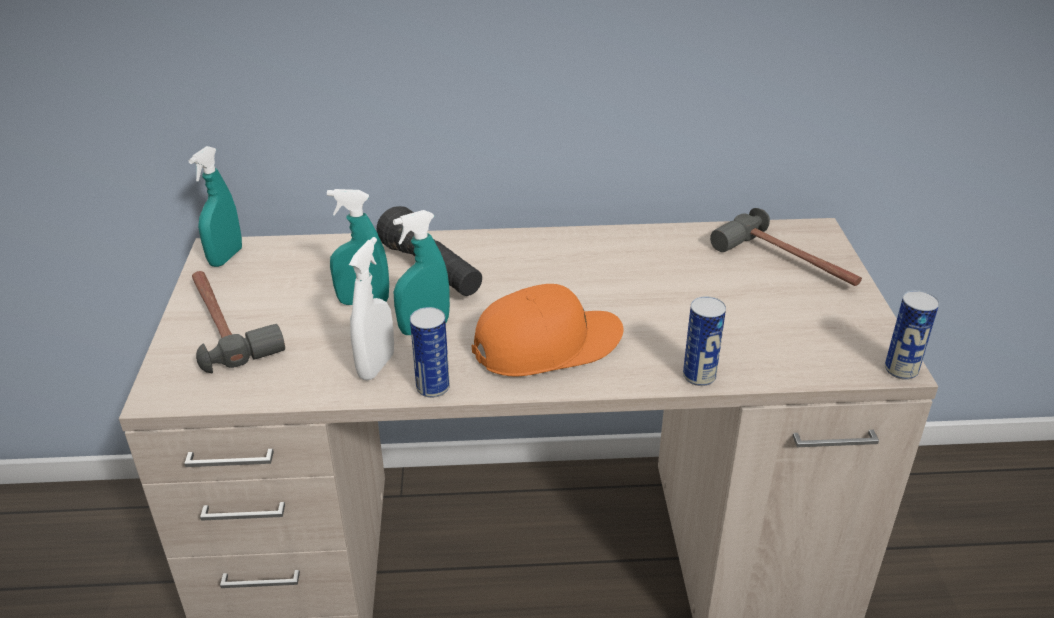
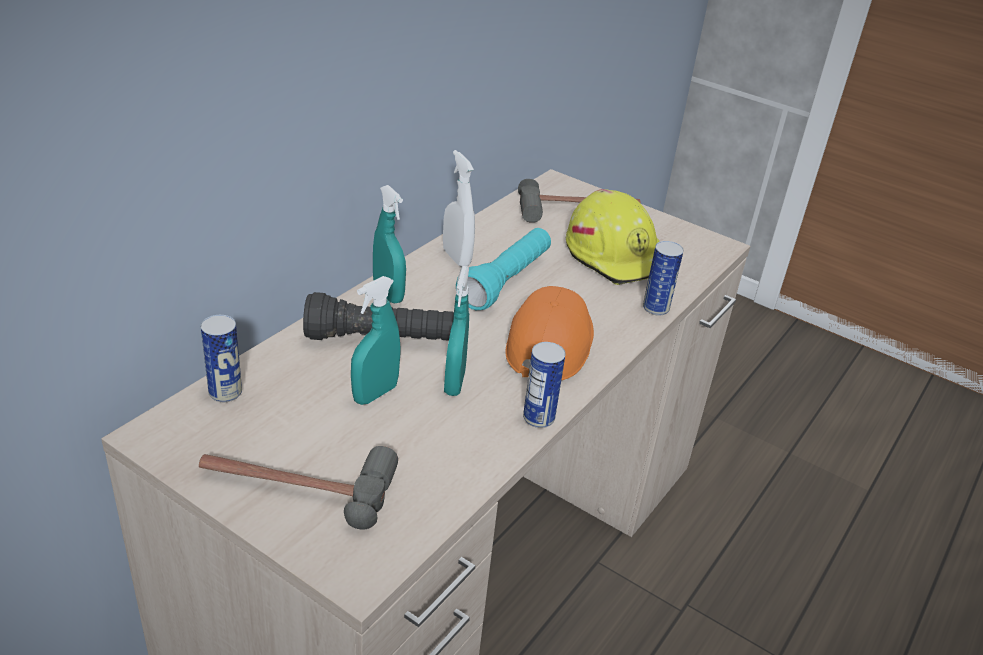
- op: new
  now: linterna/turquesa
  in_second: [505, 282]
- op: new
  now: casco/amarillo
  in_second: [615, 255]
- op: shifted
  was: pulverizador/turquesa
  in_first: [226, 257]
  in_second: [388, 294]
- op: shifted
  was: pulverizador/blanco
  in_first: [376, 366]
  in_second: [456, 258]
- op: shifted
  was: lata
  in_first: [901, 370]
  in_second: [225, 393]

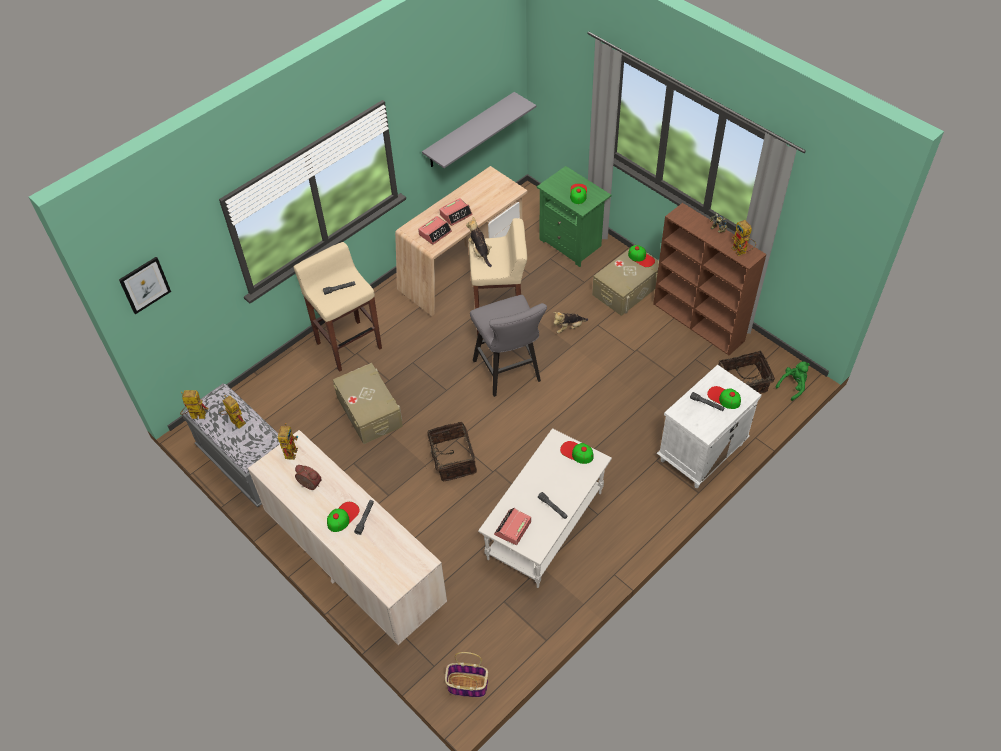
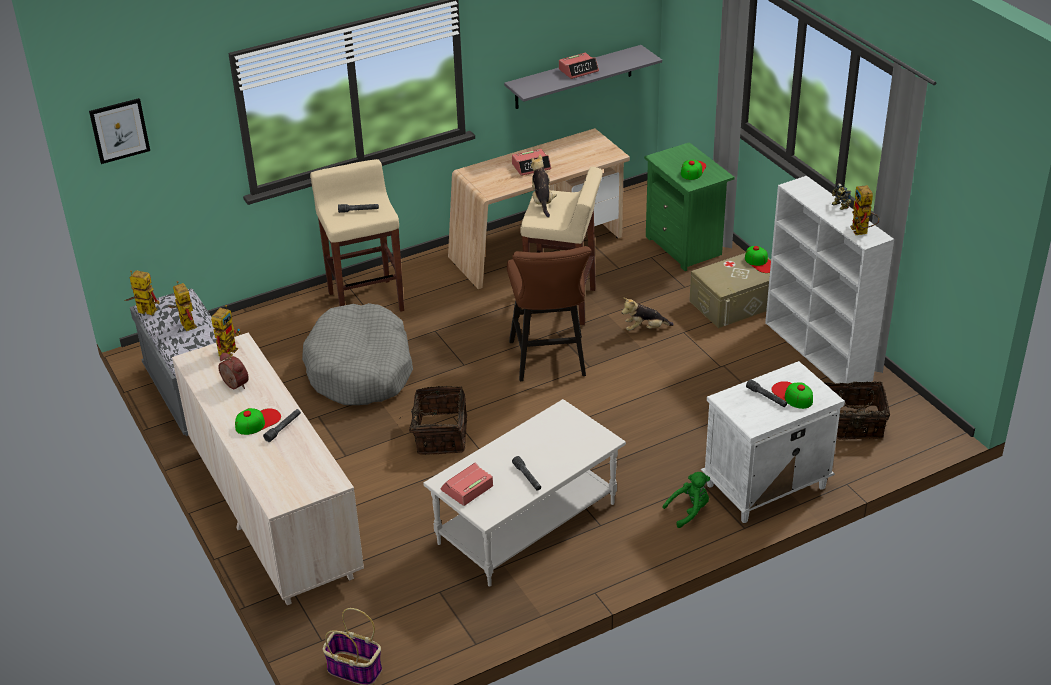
- op: gone
  was: gorra
  in_first: [576, 452]
- op: shifted
  was: despertador
  in_first: [435, 233]
  in_second: [578, 70]
- op: shifted
  was: peluche/verde
  in_first: [793, 386]
  in_second: [689, 511]
- op: swapped
  was: caja de almacenaje/beis
  now: cama para perro/gris
  in_first: [369, 411]
  in_second: [360, 369]
- op: repainted
  was: taburete/gris
  now: taburete/marrón
  in_first: [509, 374]
  in_second: [549, 362]
- op: repainted
  was: estantería/marrón
  now: estantería/blanco
  in_first: [699, 322]
  in_second: [818, 351]

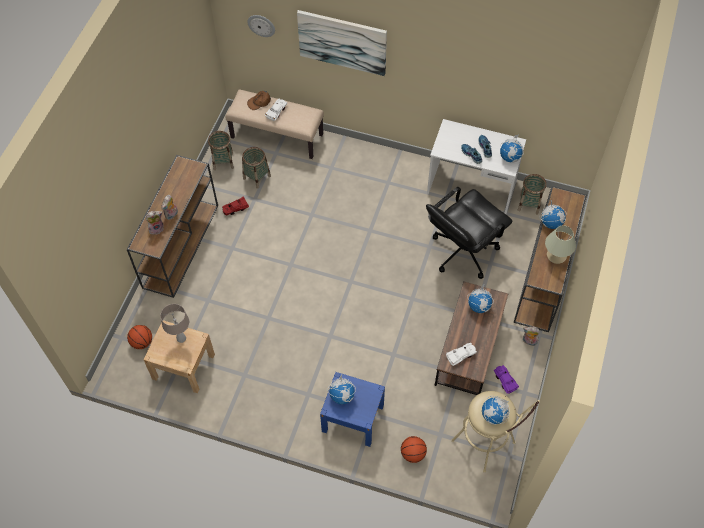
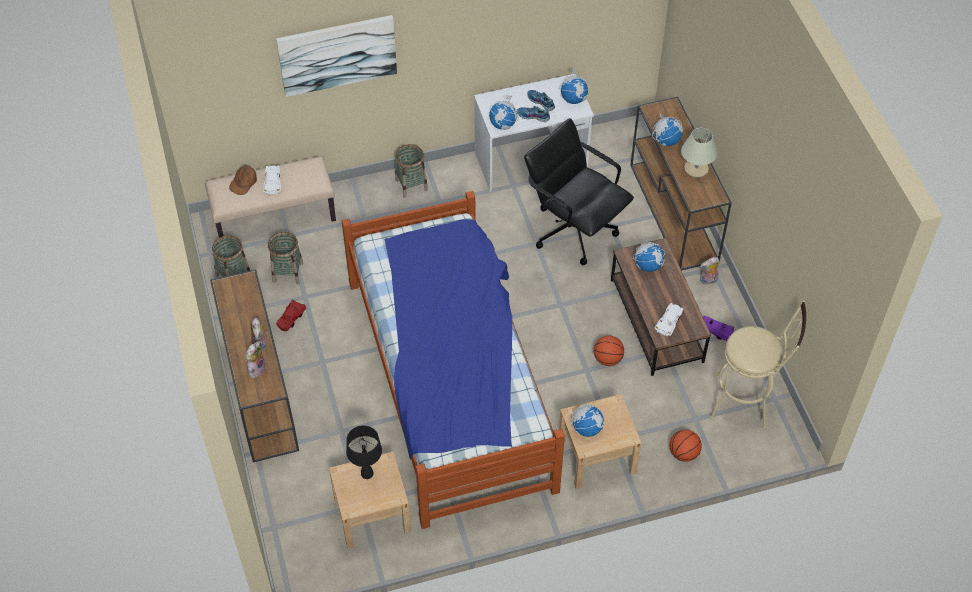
- op: gone
  was: reloj de pared
  in_first: [261, 25]
- op: new
  now: cama
  in_second: [451, 382]
- op: shifted
  was: balón de baloncesto
  in_first: [142, 342]
  in_second: [607, 359]
- op: shifted
  was: globo terráqueo
  in_first: [494, 415]
  in_second: [503, 124]
- op: shifted
  was: cesta
  in_first: [529, 204]
  in_second: [411, 185]
- op: repainted
  was: lámpara de mesa/beis
  now: lámpara de mesa/negro
  in_first: [181, 338]
  in_second: [367, 474]
- op: repainted
  was: mesita de noche/azul
  now: mesita de noche/beis
  in_first: [353, 418]
  in_second: [596, 456]
- op: rotated
  was: silla de oficina/negro
  in_first: [462, 251]
  in_second: [574, 230]
  clockwise: 120

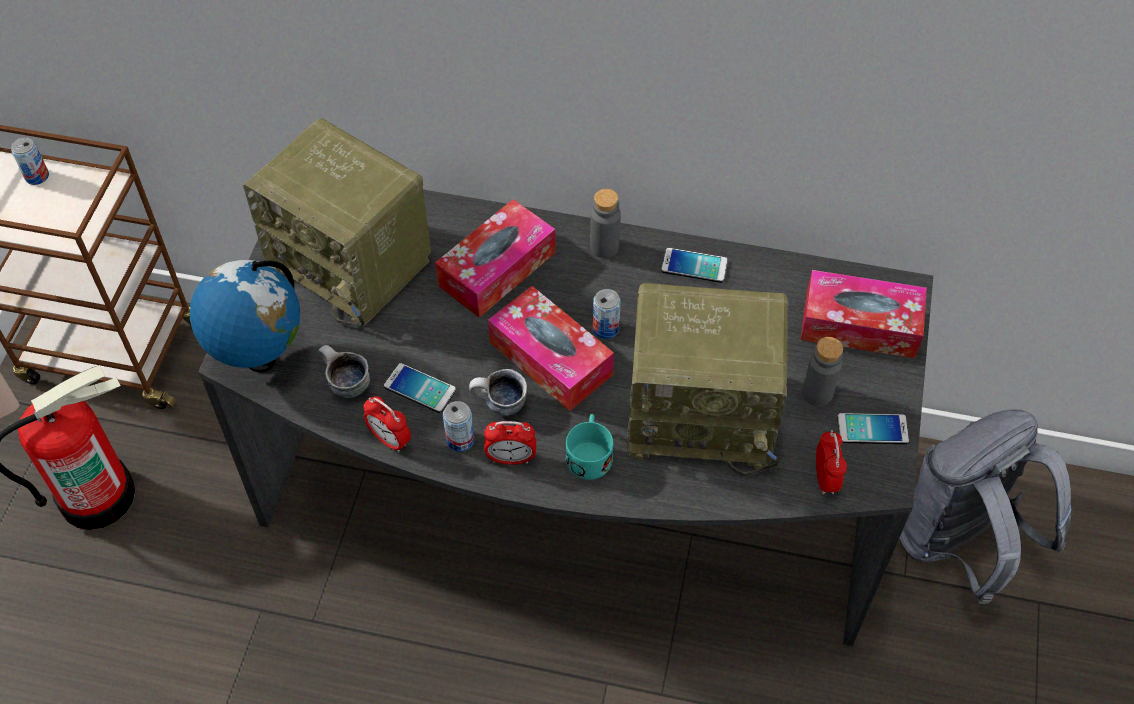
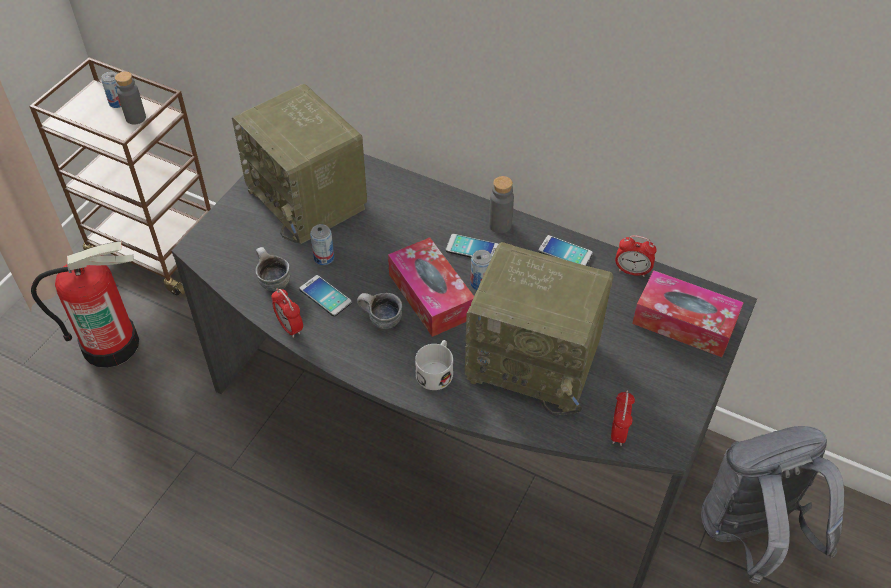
- op: gone
  was: globo terráqueo
  in_first: [259, 358]
- op: gone
  was: caja de pañuelos
  in_first: [497, 269]
- op: shifted
  was: lata
  in_first: [460, 440]
  in_second: [324, 258]
- op: shifted
  was: despertador
  in_first: [511, 458]
  in_second: [632, 271]
- op: shifted
  was: botella/gris
  in_first: [817, 393]
  in_second: [136, 118]
- op: shifted
  was: móvil
  in_first: [872, 429]
  in_second: [472, 248]
- op: repainted
  was: taza grande/turquesa
  now: taza grande/blanco
  in_first: [589, 453]
  in_second: [436, 371]

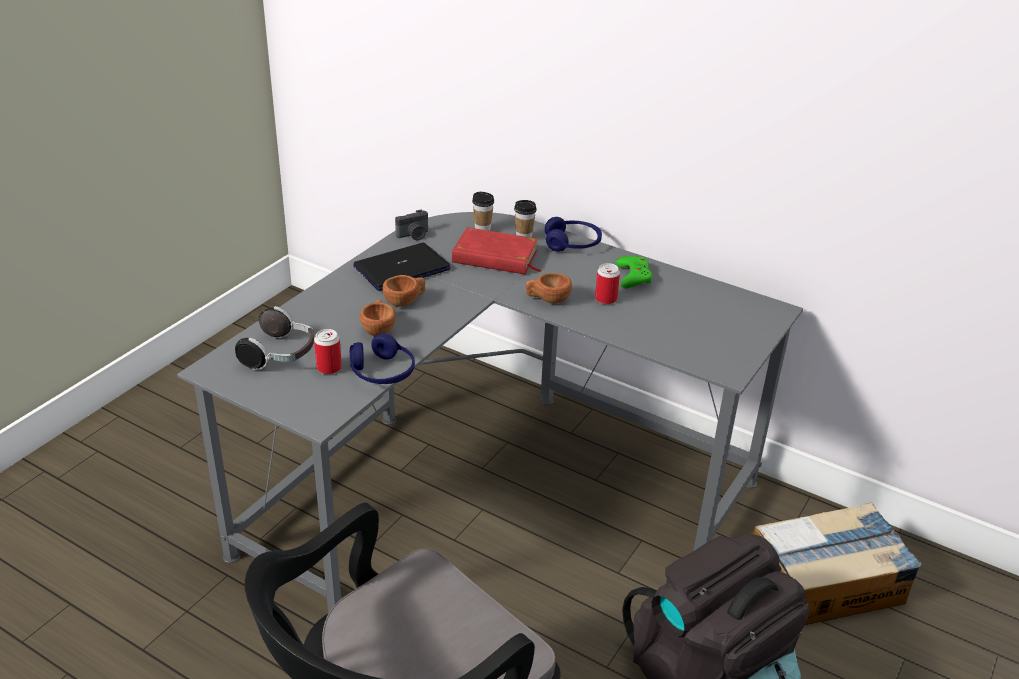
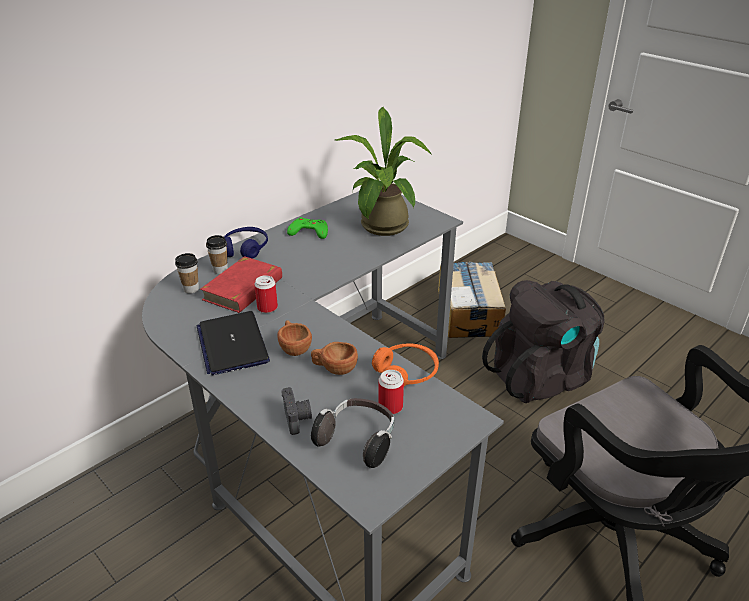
- op: gone
  was: taza/marrón
  in_first: [547, 300]
- op: new
  now: planta en maceta
  in_second: [383, 229]
- op: shifted
  was: cámara
  in_first: [414, 235]
  in_second: [298, 418]
- op: shifted
  was: lata
  in_first: [605, 299]
  in_second: [267, 308]
- op: repainted
  was: auriculares/azul
  now: auriculares/naranja
  in_first: [382, 372]
  in_second: [406, 373]

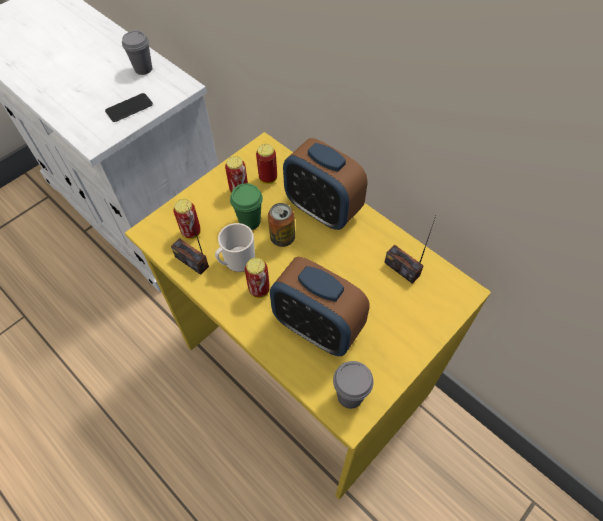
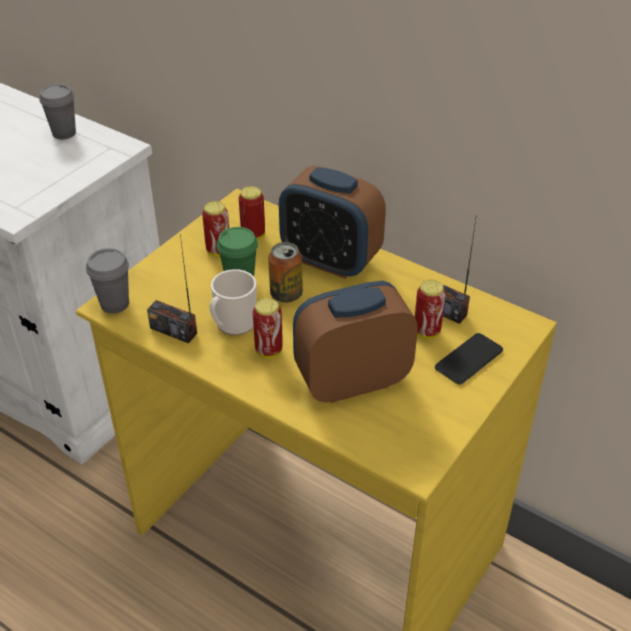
- op: shifted
  was: móvil
  in_first: [129, 108]
  in_second: [469, 359]
- op: shifted
  was: lata
  in_first: [191, 232]
  in_second: [426, 331]
- op: shifted
  was: taza/gris
  in_first: [350, 396]
  in_second: [114, 304]
- op: rotated
  was: despertador
  in_first: [317, 327]
  in_second: [352, 381]
  clockwise: 135

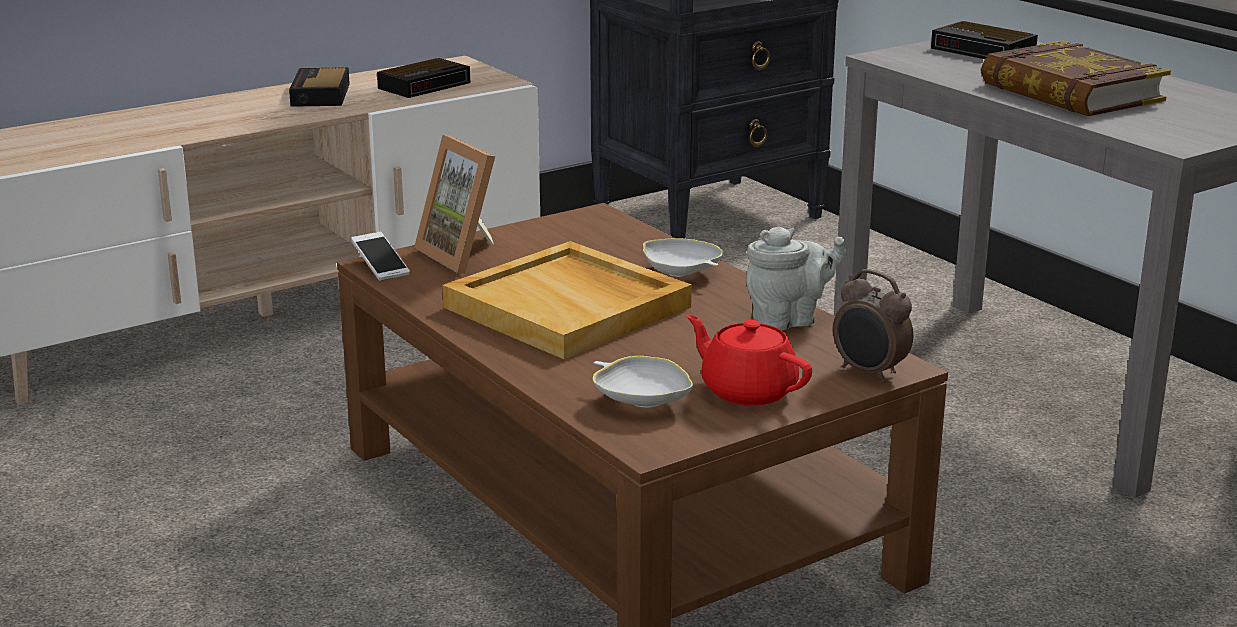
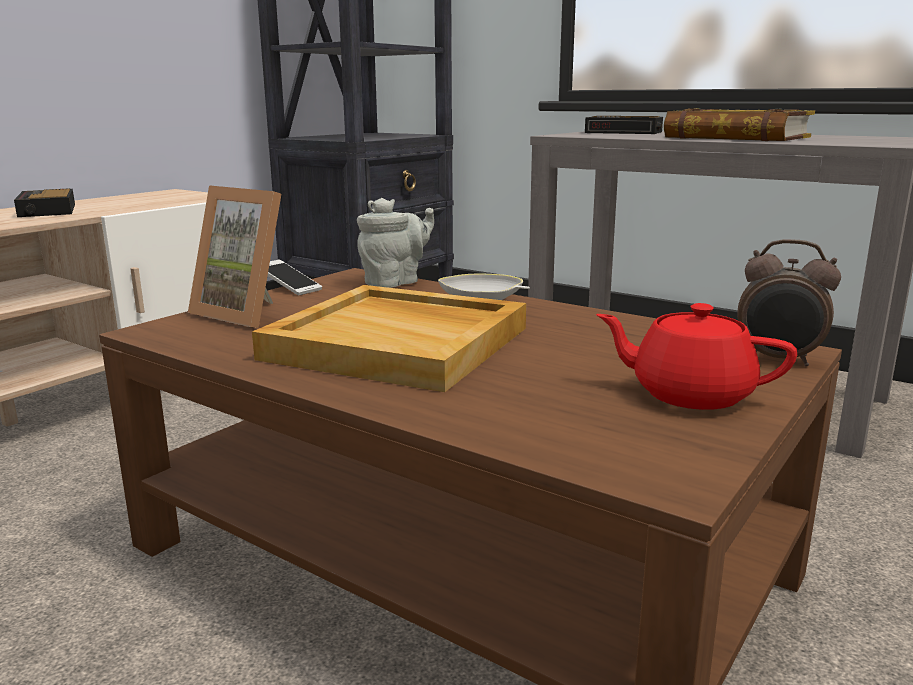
- op: gone
  was: despertador
  in_first: [426, 85]
- op: gone
  was: cuenco/blanco
  in_first: [641, 400]
- op: shifted
  was: móvil
  in_first: [380, 266]
  in_second: [289, 287]
- op: shifted
  was: tetera/gris
  in_first: [789, 320]
  in_second: [395, 282]

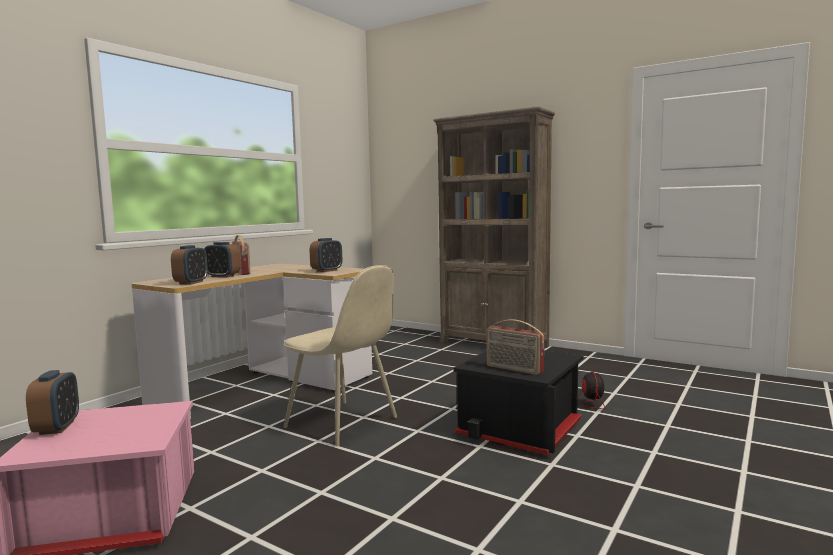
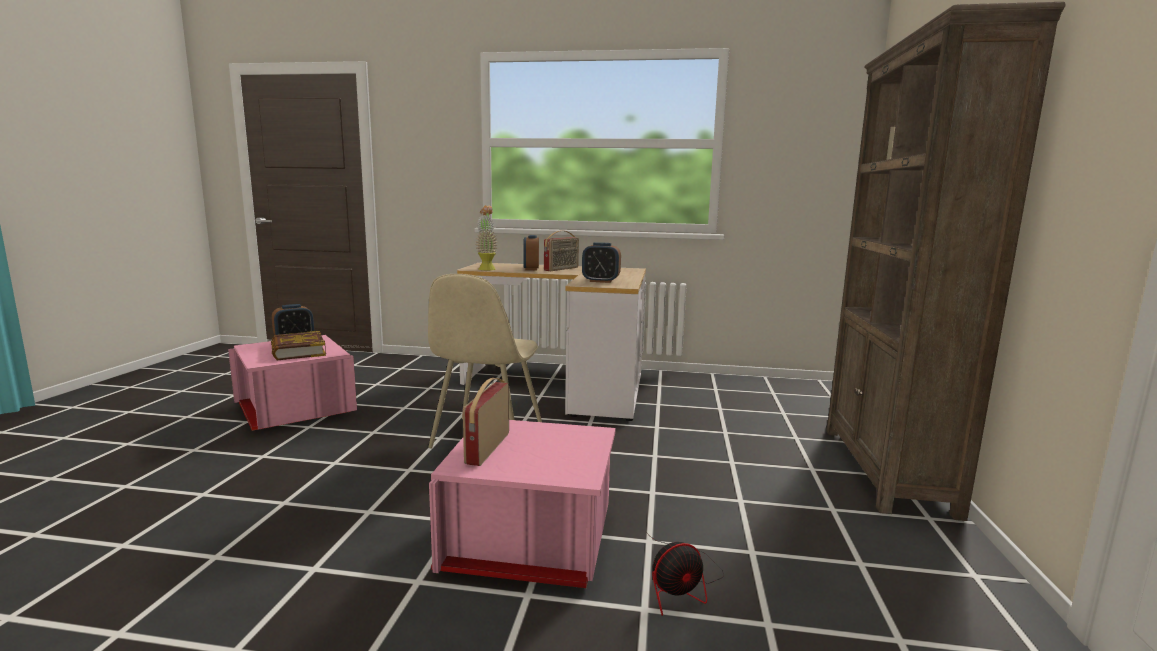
- op: new
  now: libro
  in_second: [298, 351]
- op: swapped
  was: despertador
  now: planta en maceta
  in_first: [191, 283]
  in_second: [486, 269]
- op: repainted
  was: caja de almacenaje/negro
  now: caja de almacenaje/rosa
  in_first: [521, 428]
  in_second: [530, 542]

